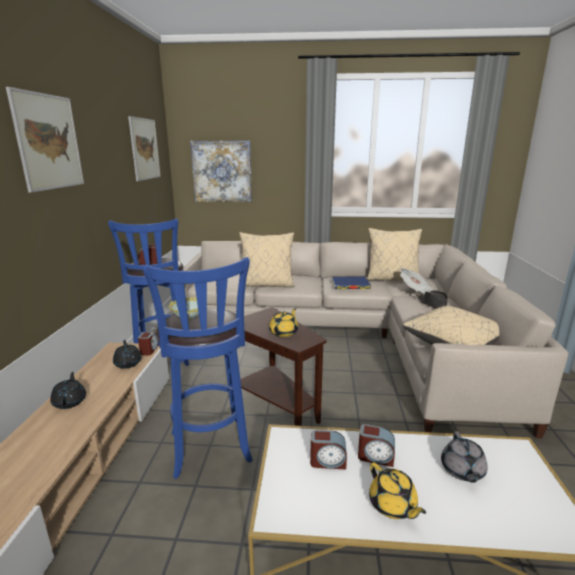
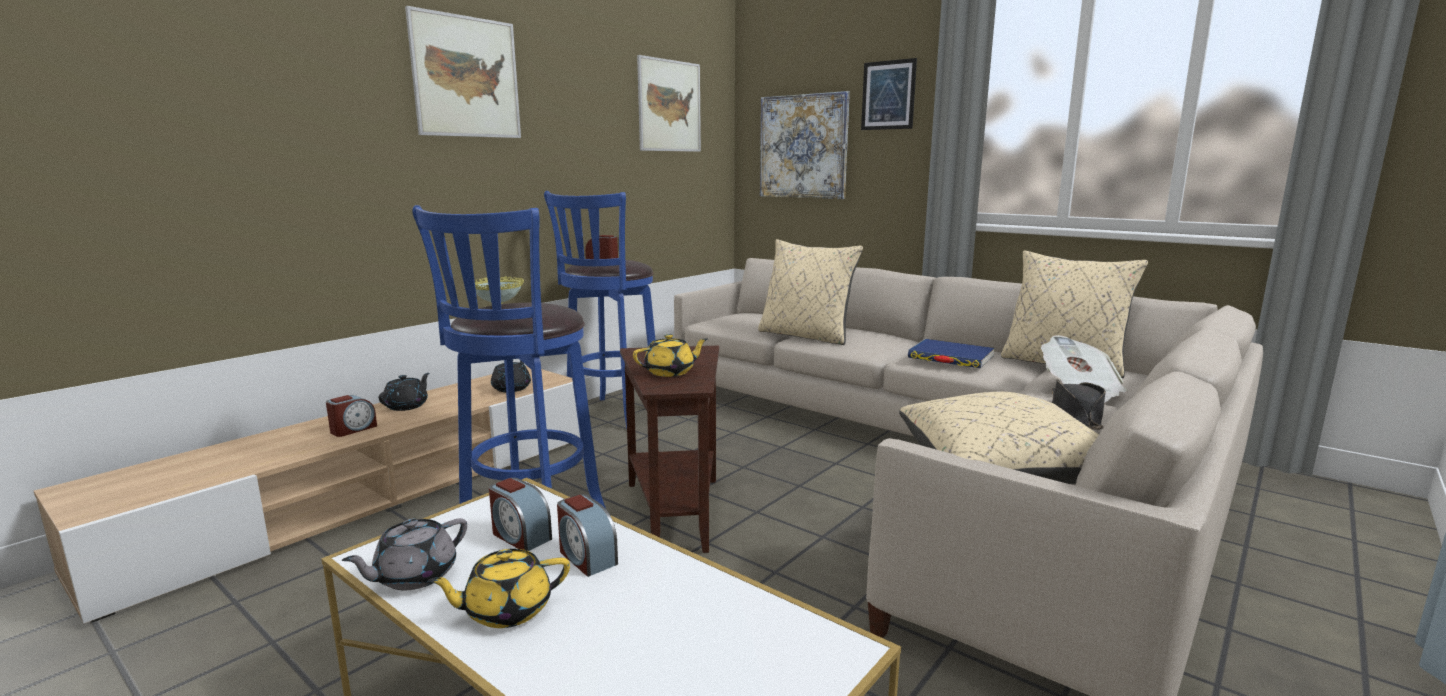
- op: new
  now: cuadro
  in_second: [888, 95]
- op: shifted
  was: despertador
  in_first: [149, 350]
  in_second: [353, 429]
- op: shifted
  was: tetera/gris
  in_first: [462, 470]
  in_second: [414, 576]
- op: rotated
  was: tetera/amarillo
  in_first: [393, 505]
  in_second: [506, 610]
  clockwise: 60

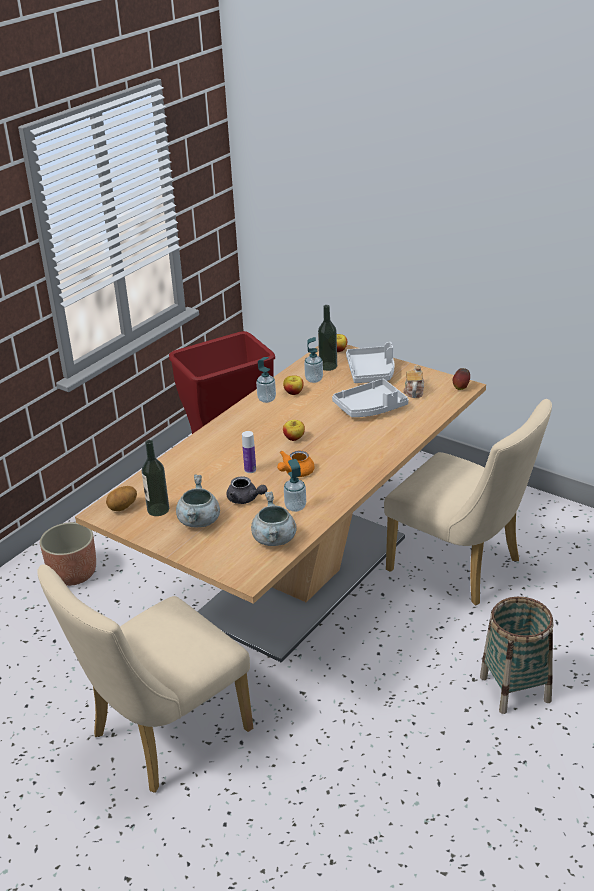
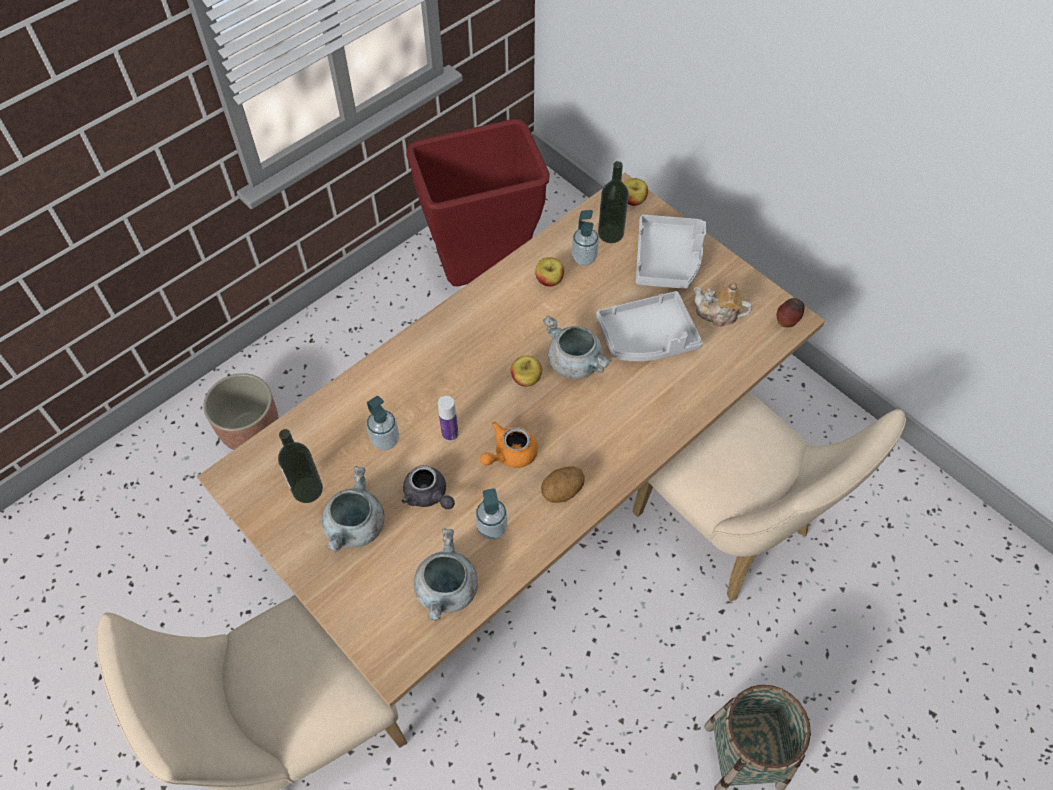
- op: new
  now: olla/gris
  in_second: [576, 363]
- op: shifted
  was: patata
  in_first: [123, 507]
  in_second: [562, 492]
- op: shifted
  was: dispensador de jabón
  in_first: [266, 399]
  in_second: [385, 440]
- op: rotated
  was: tetera
  in_first: [414, 391]
  in_second: [718, 314]
  clockwise: -90

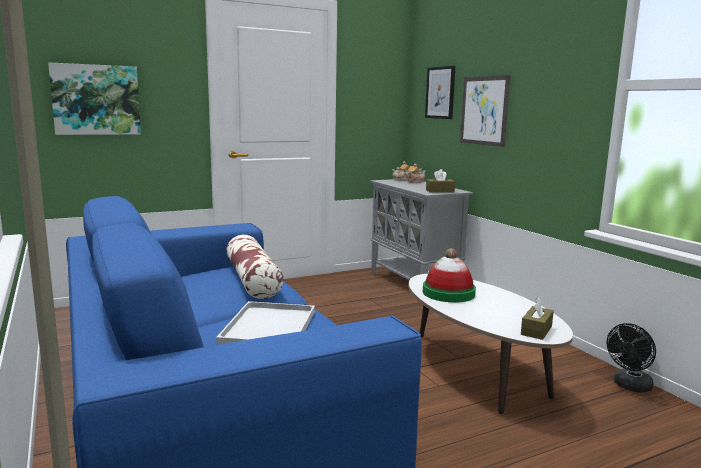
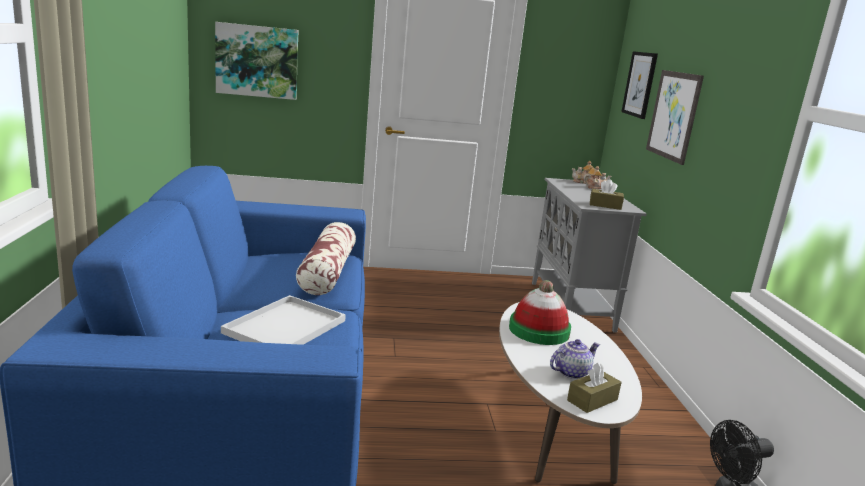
- op: new
  now: tetera
  in_second: [571, 372]

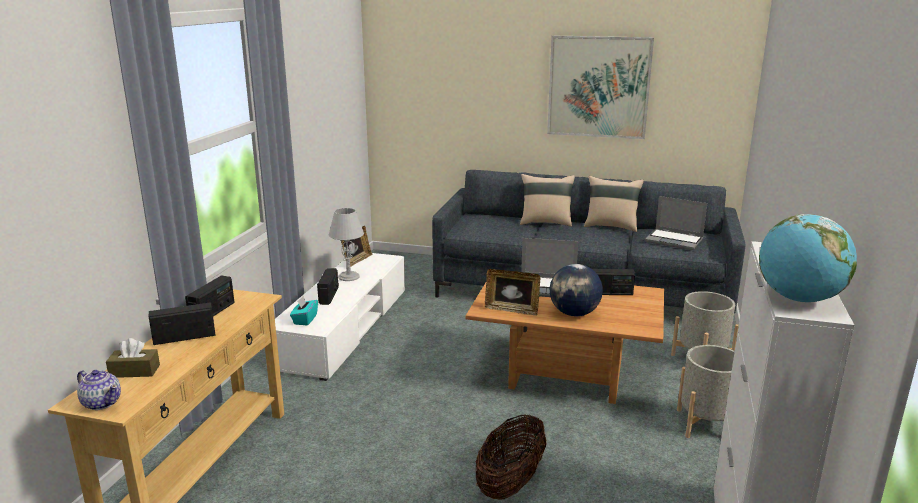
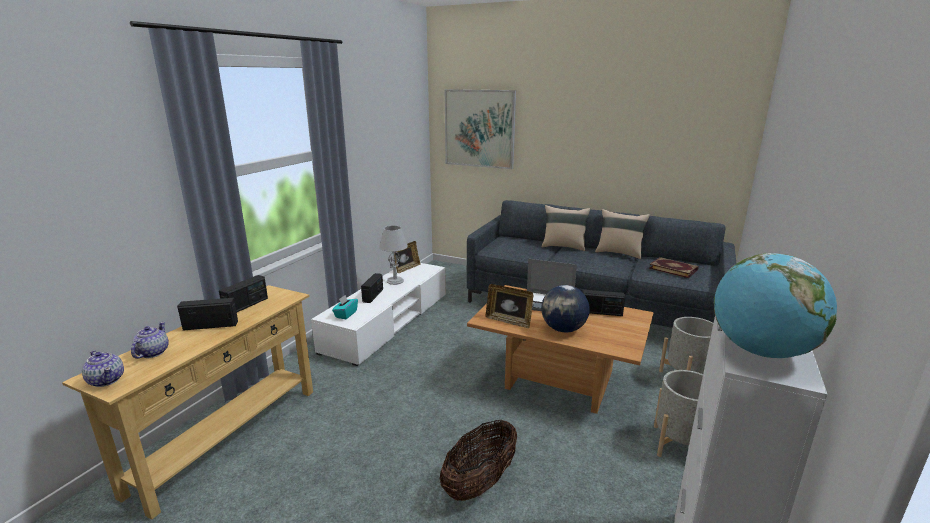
- op: shifted
  was: cuadro
  in_first: [598, 87]
  in_second: [479, 128]
- op: swapped
  was: caja de pañuelos/marrón
  now: tetera
  in_first: [134, 371]
  in_second: [152, 353]
- op: swapped
  was: portátil
  now: libro
  in_first: [675, 240]
  in_second: [673, 269]

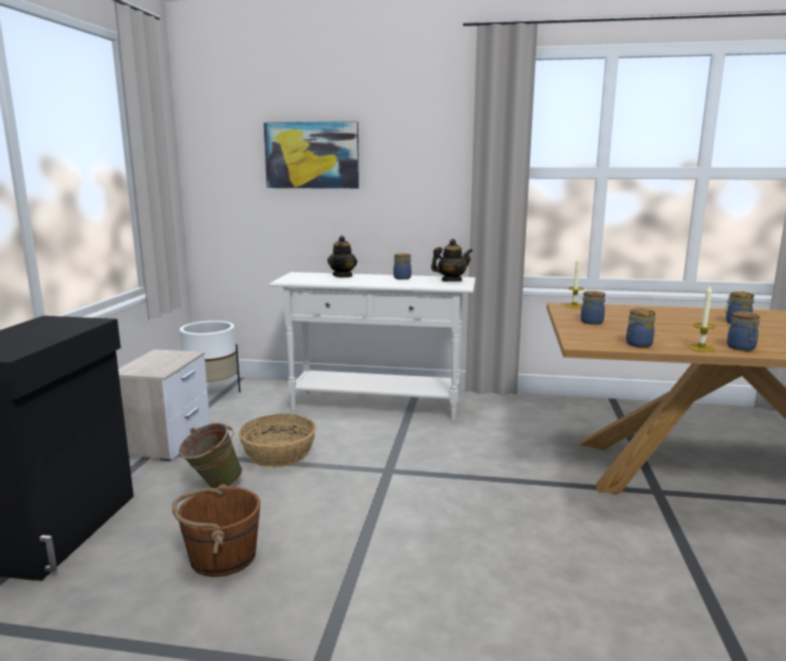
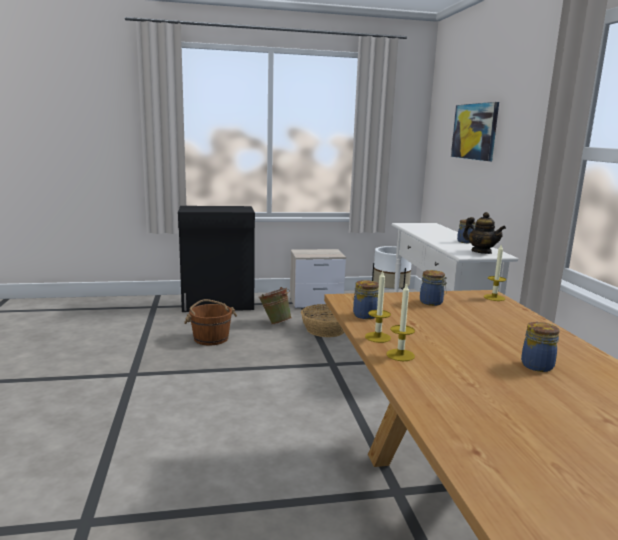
- op: gone
  was: tetera
  in_first: [343, 276]
- op: swapped
  was: tarro
  now: vela
  in_first: [741, 348]
  in_second: [400, 355]

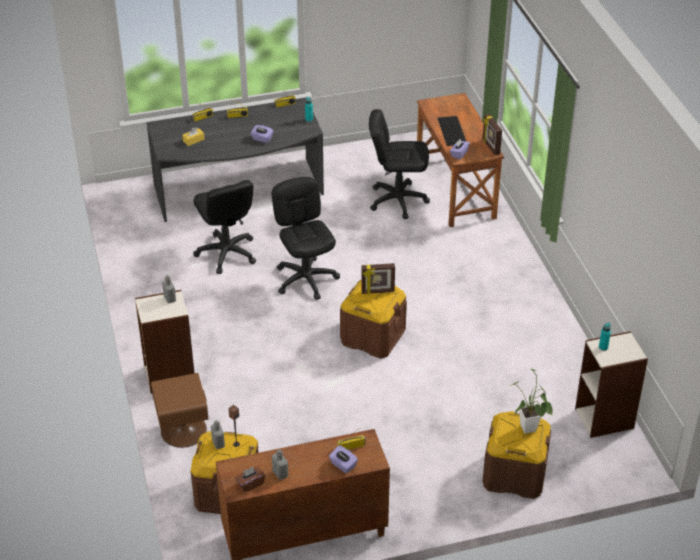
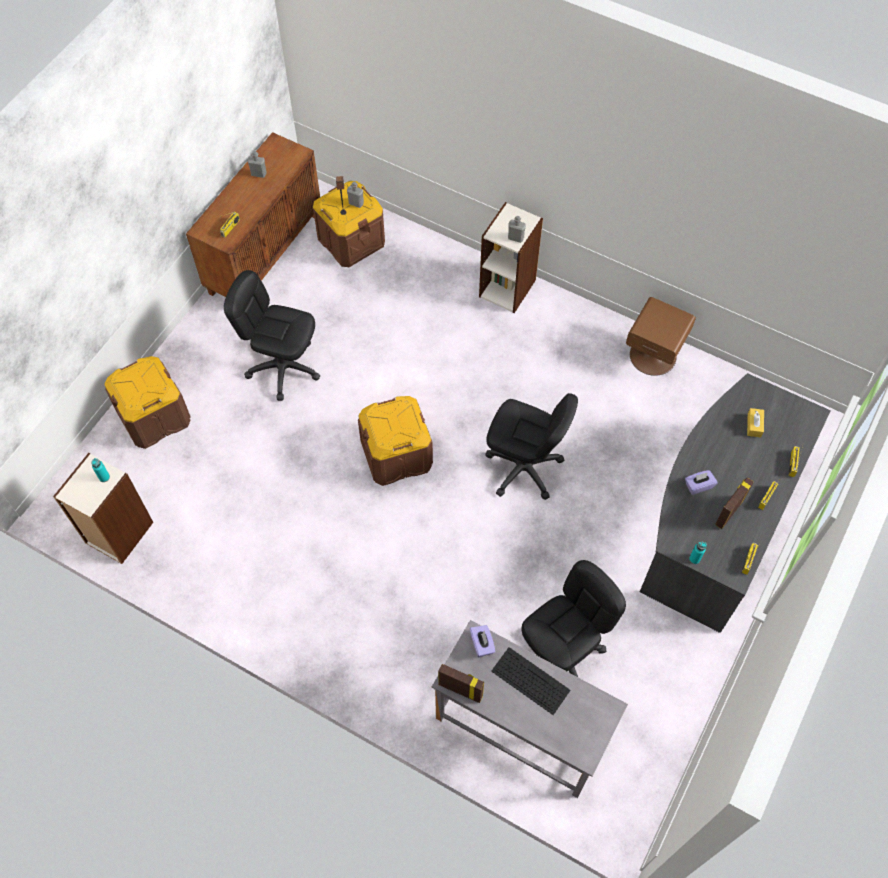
- op: gone
  was: caja de pañuelos/marrón
  in_first: [250, 484]
- op: gone
  was: caja de pañuelos/morado
  in_first: [343, 465]
- op: gone
  was: planta en maceta
  in_first: [529, 431]
- op: shifted
  was: mesita de noche/marrón
  in_first: [183, 430]
  in_second: [653, 355]
- op: shifted
  was: silla de oficina/negro
  in_first: [226, 253]
  in_second: [283, 367]
- op: shifted
  was: portarretratos
  in_first: [378, 291]
  in_second: [728, 512]
- op: repainted
  was: escritorio/marrón
  now: escritorio/gris
  in_first: [455, 190]
  in_second: [521, 727]

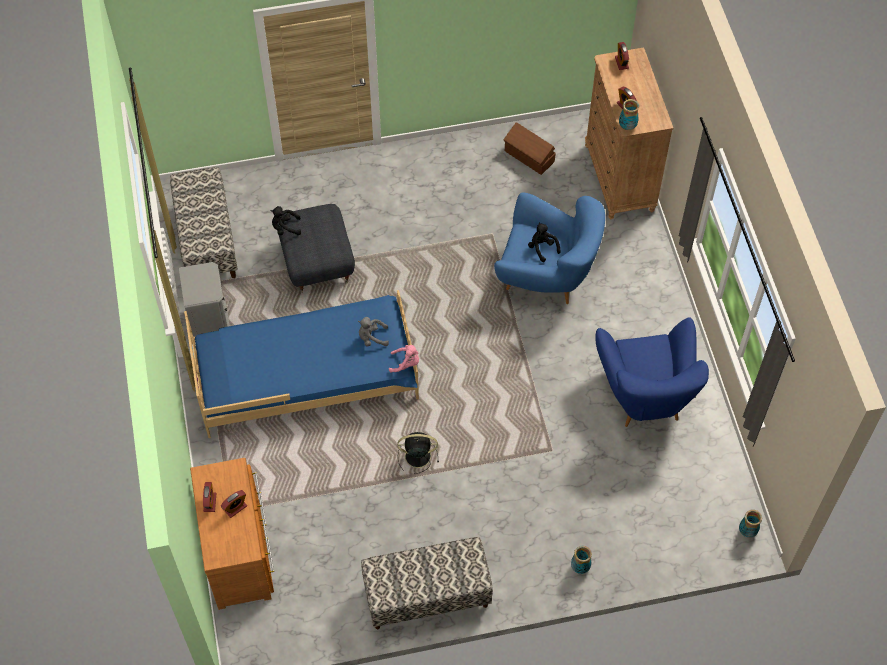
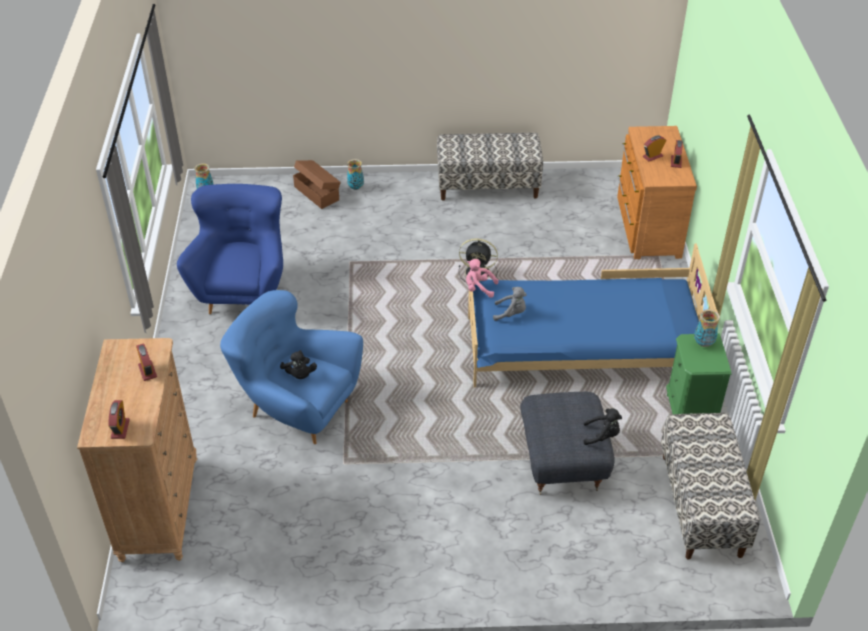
- op: shifted
  was: caja de almacenaje/marrón
  in_first: [529, 157]
  in_second: [317, 193]
- op: shifted
  was: florero
  in_first: [627, 126]
  in_second: [703, 344]
- op: repainted
  was: mesita de noche/gris
  now: mesita de noche/verde
  in_first: [209, 323]
  in_second: [690, 411]

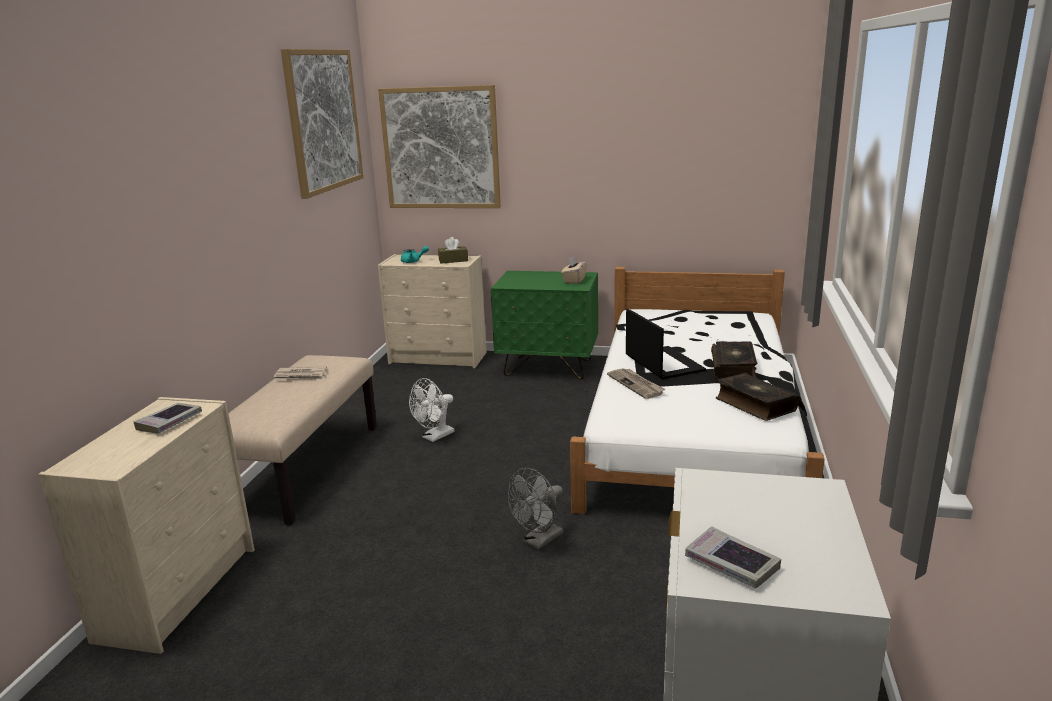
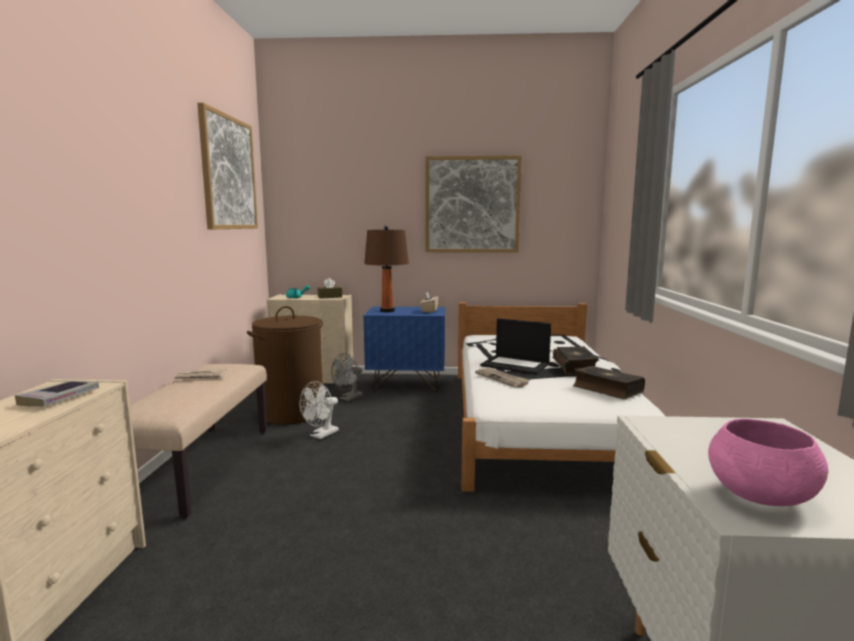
- op: new
  now: cesto de la ropa/marrón
  in_second: [291, 412]
- op: new
  now: lámpara de mesa/marrón
  in_second: [387, 311]
- op: shifted
  was: cuadro
  in_first: [441, 148]
  in_second: [472, 205]
- op: shifted
  was: ventilador/gris
  in_first: [539, 541]
  in_second: [349, 398]
- op: swapped
  was: libro
  now: cuenco/rosa
  in_first: [731, 564]
  in_second: [759, 496]
- op: repainted
  was: mesita de noche/verde
  now: mesita de noche/azul
  in_first: [548, 368]
  in_second: [407, 383]
- op: rotated
  was: portátil
  in_first: [663, 363]
  in_second: [516, 365]
  clockwise: 150

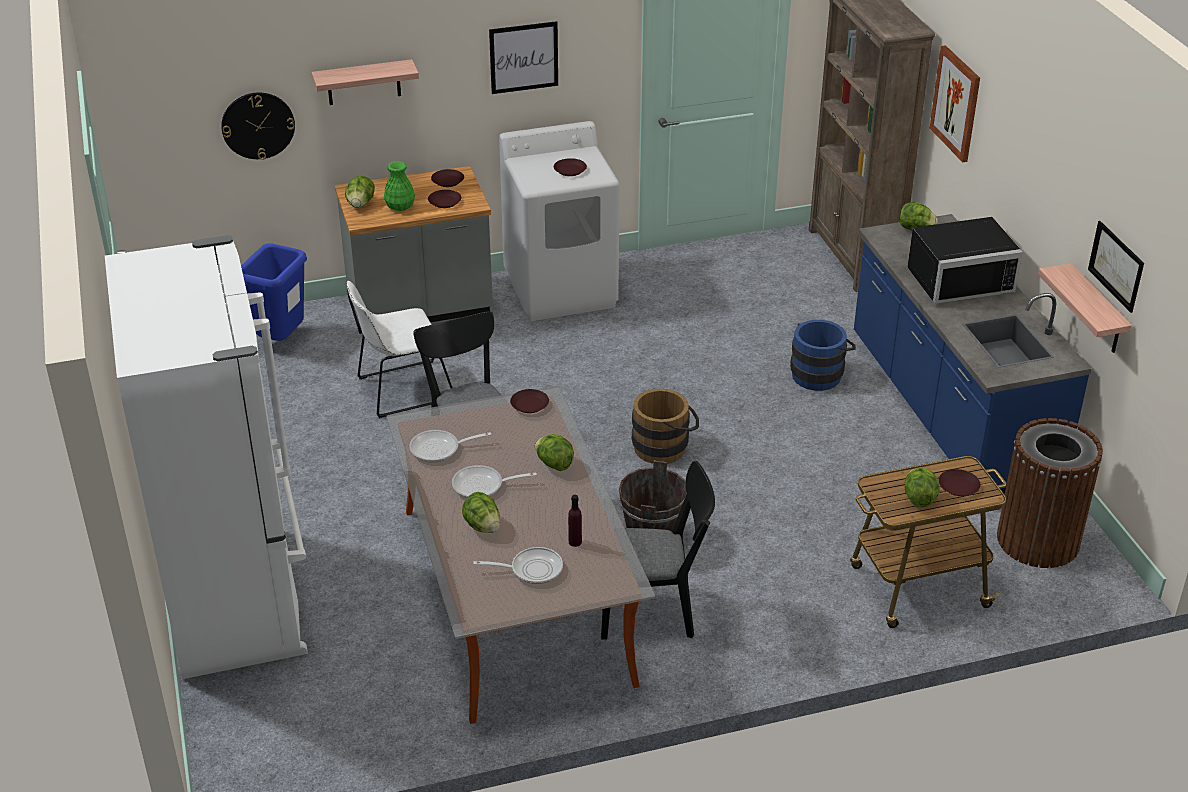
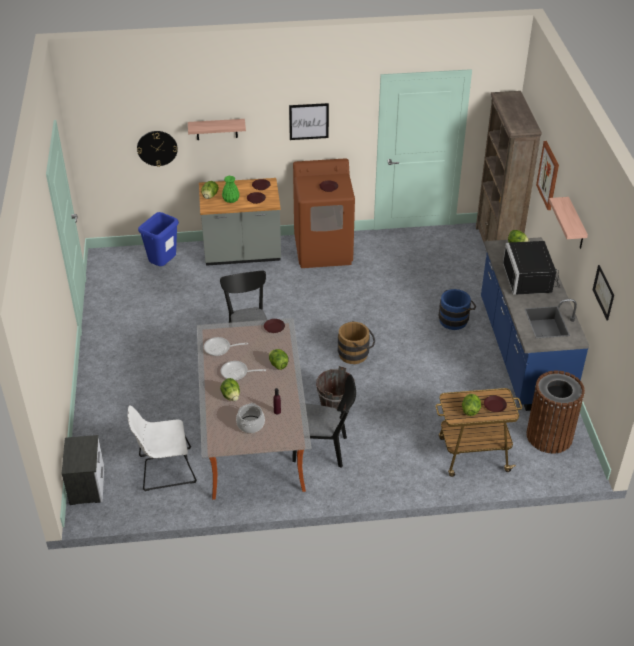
- op: gone
  was: nevera/blanco
  in_first: [239, 599]
- op: new
  now: mesita de noche
  in_second: [87, 485]
- op: shifted
  was: silla/blanco
  in_first: [401, 390]
  in_second: [164, 469]
- op: shifted
  was: estante
  in_first: [1097, 311]
  in_second: [576, 225]
- op: swapped
  was: sartén
  now: olla
  in_first: [532, 569]
  in_second: [250, 424]
- op: repainted
  was: lavadora/blanco
  now: lavadora/marrón
  in_first: [561, 289]
  in_second: [323, 250]
- op: rotated
  was: microondas/negro
  in_first: [957, 278]
  in_second: [531, 279]
  clockwise: 90

